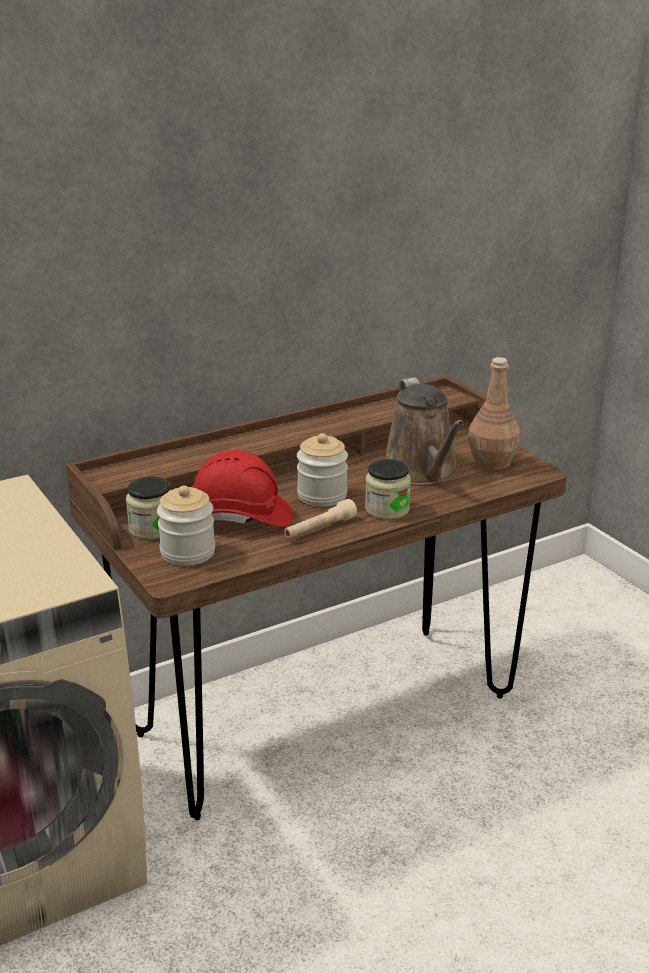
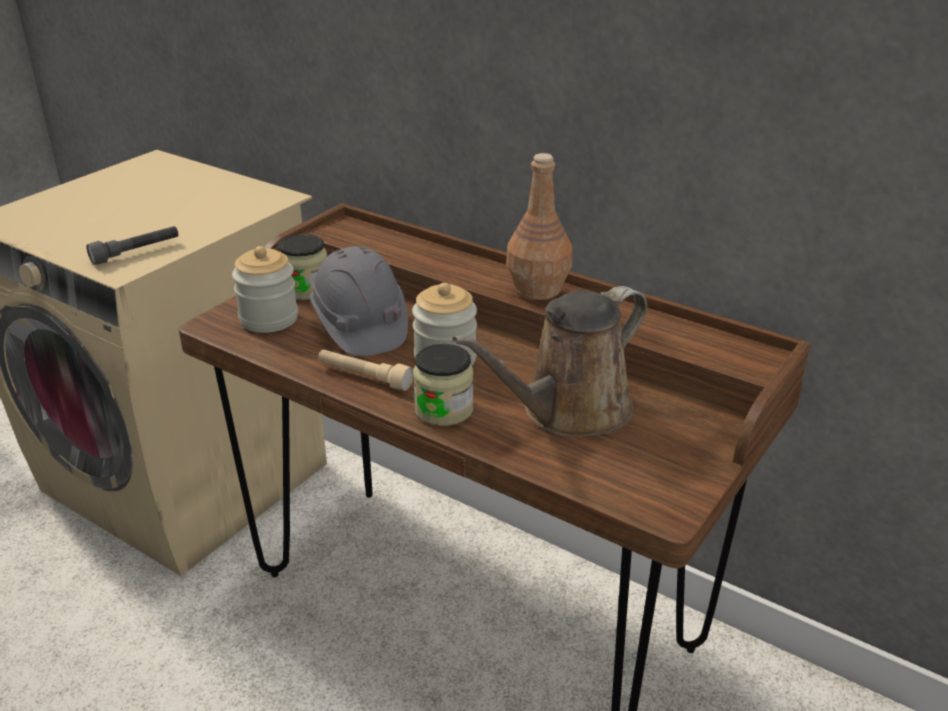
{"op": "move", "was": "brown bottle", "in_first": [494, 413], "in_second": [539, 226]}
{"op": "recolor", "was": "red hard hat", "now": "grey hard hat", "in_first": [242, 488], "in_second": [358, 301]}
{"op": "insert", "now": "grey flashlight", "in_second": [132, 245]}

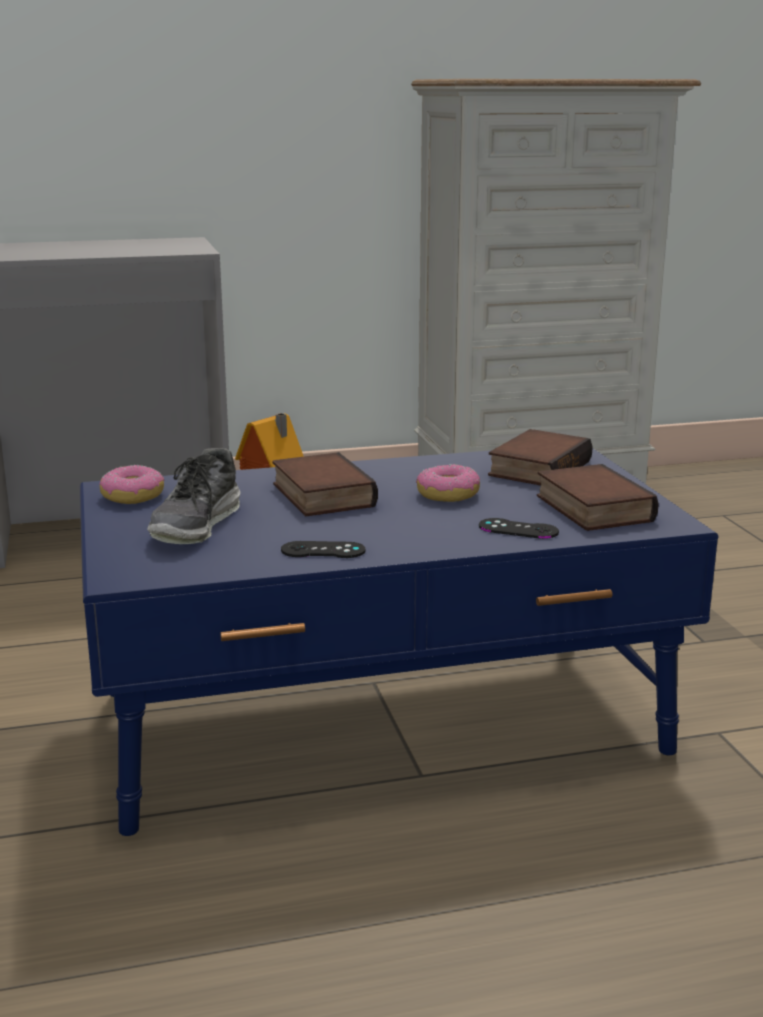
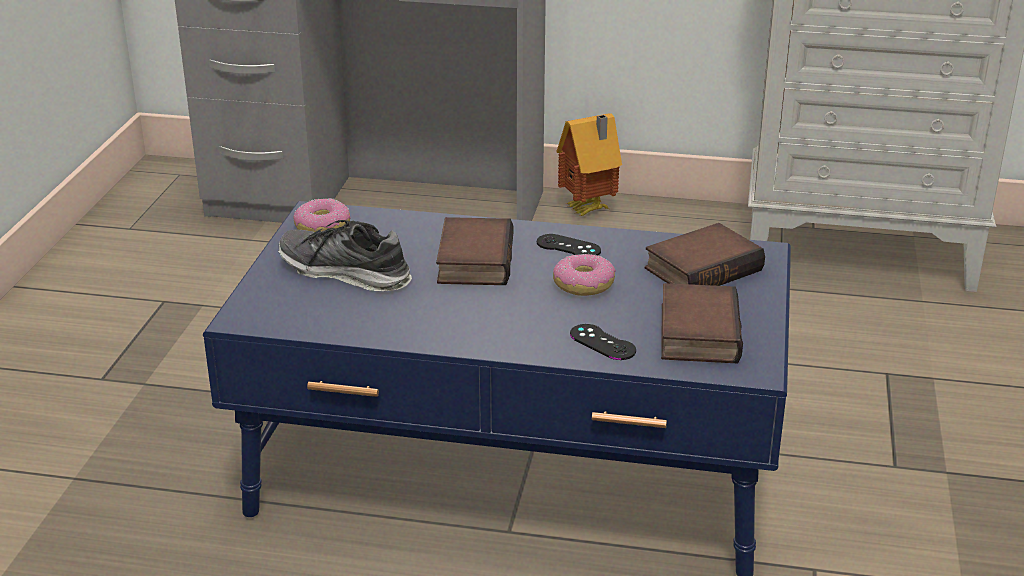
{"op": "rotate", "was": "shoe", "in_first": [194, 496], "in_second": [345, 255], "clockwise": 75}
{"op": "move", "was": "black game controller", "in_first": [323, 549], "in_second": [569, 245]}

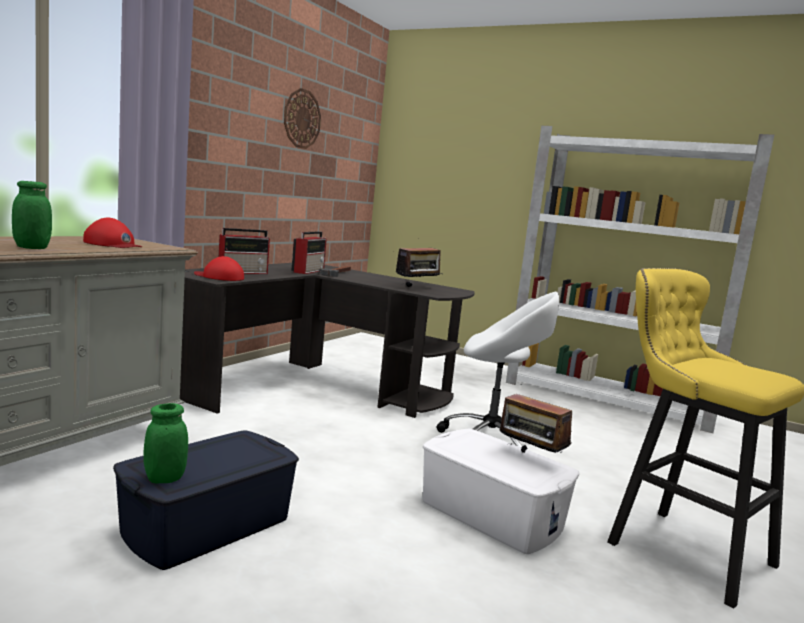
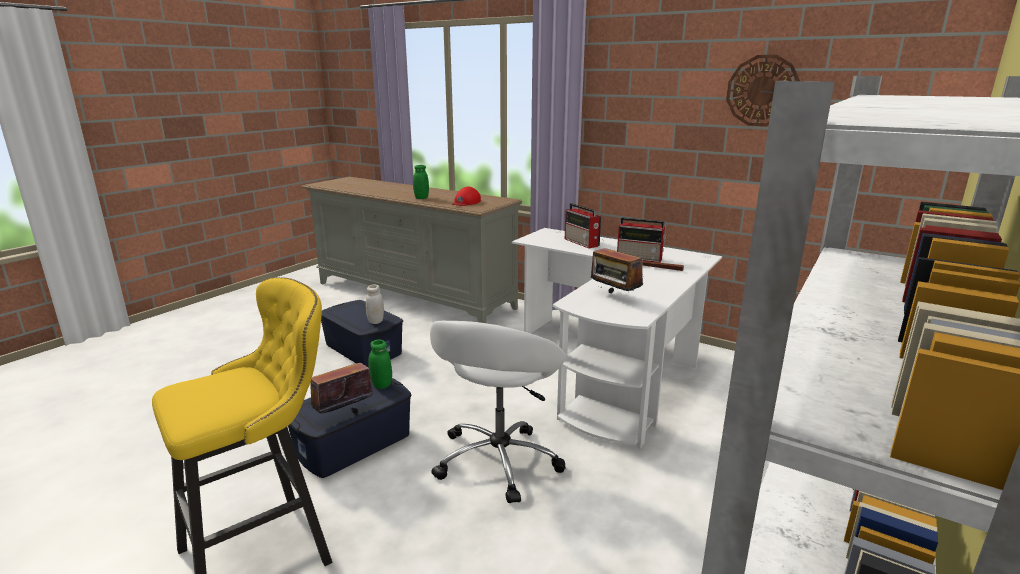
{"op": "delete", "was": "red cap", "in_first": [219, 268]}
{"op": "recolor", "was": "black desk", "now": "white desk", "in_first": [327, 340], "in_second": [617, 338]}
{"op": "move", "was": "green jar", "in_first": [166, 443], "in_second": [380, 364]}
{"op": "recolor", "was": "white storage box", "now": "blue storage box", "in_first": [501, 491], "in_second": [349, 428]}
{"op": "insert", "now": "white jar", "in_second": [375, 304]}

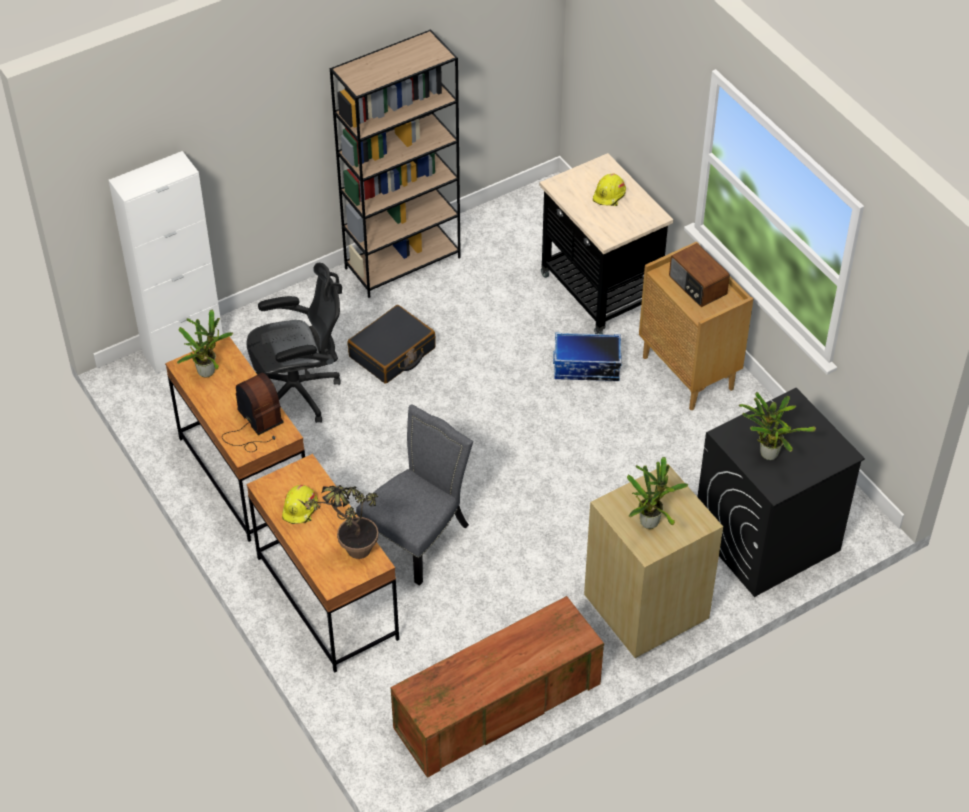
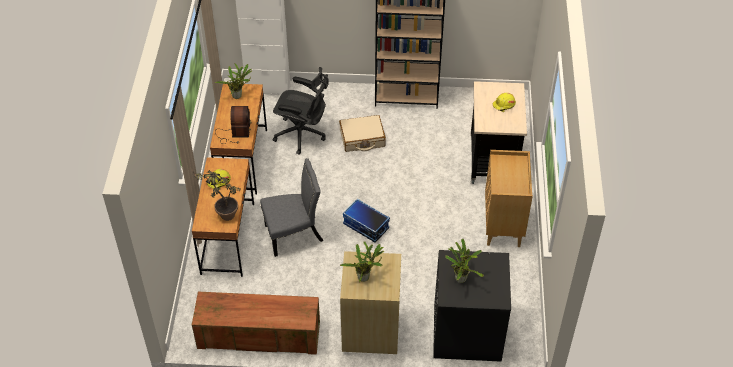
{"op": "delete", "was": "radio", "in_first": [699, 275]}
{"op": "recolor", "was": "black suitcase", "now": "beige suitcase", "in_first": [391, 344], "in_second": [362, 133]}
{"op": "move", "was": "storage box", "in_first": [587, 357], "in_second": [366, 221]}

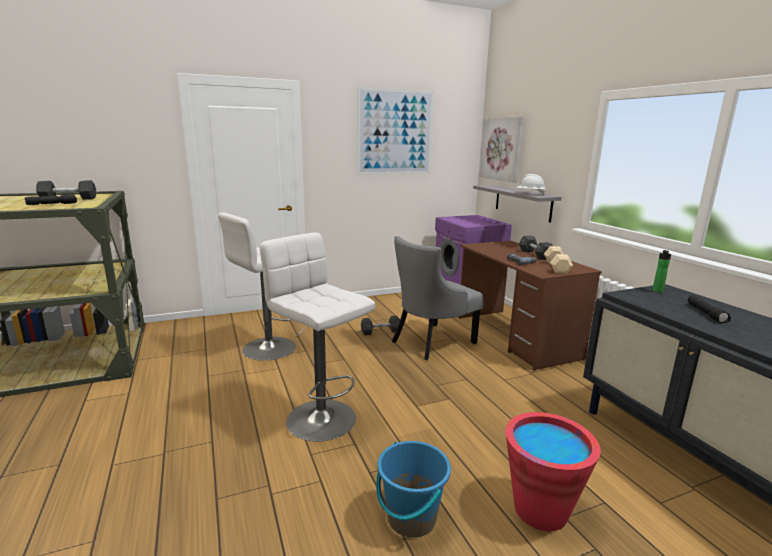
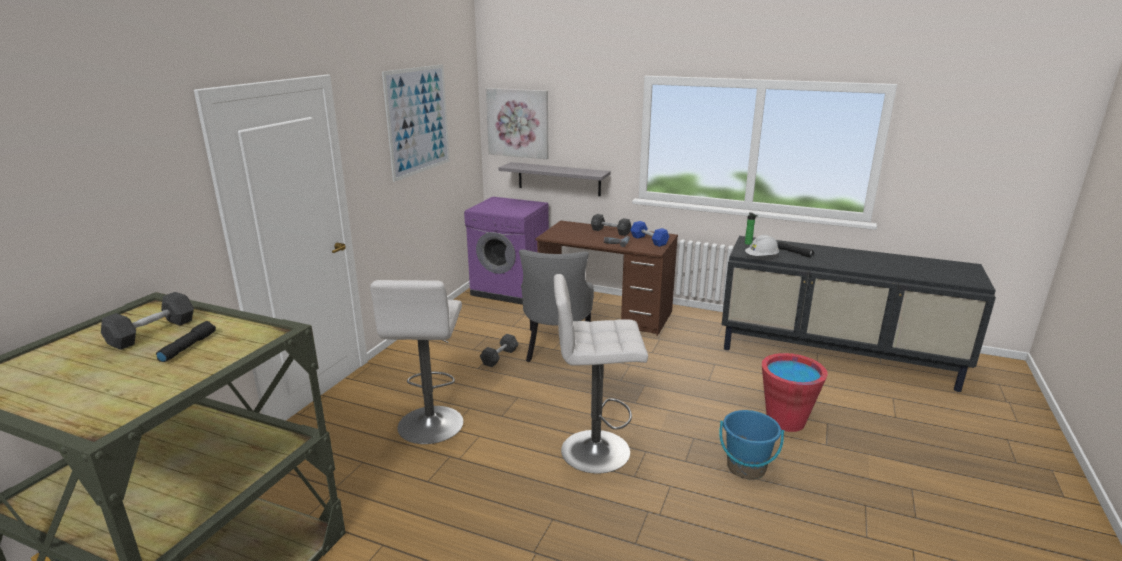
{"op": "move", "was": "white hard hat", "in_first": [531, 184], "in_second": [762, 245]}
{"op": "recolor", "was": "beige dumbbell", "now": "blue dumbbell", "in_first": [558, 260], "in_second": [650, 234]}

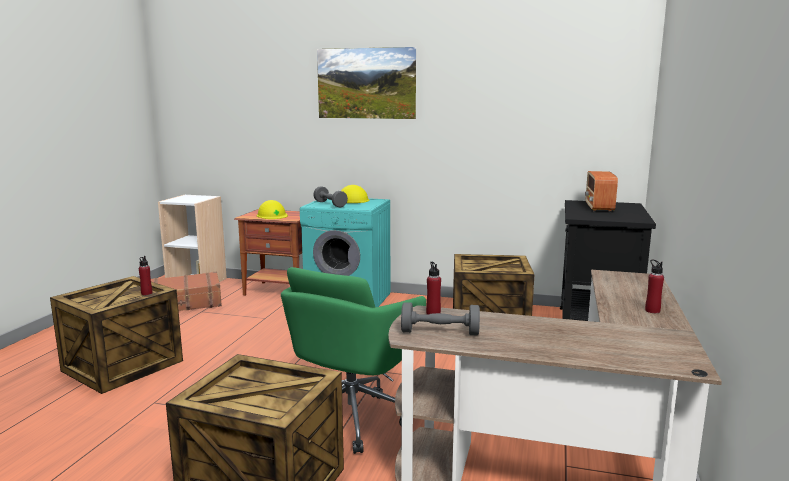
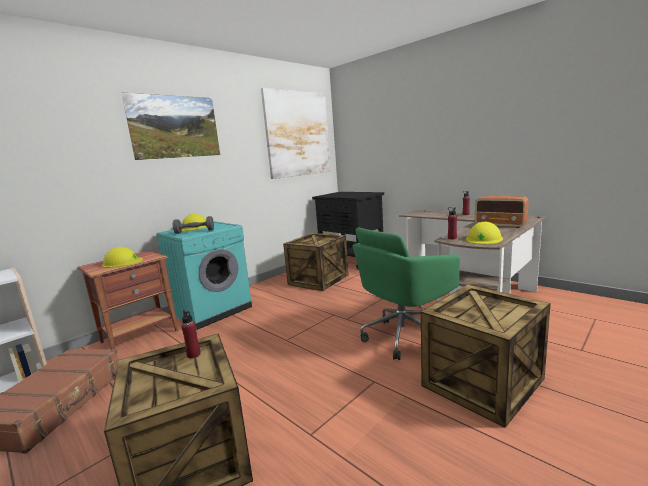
{"op": "move", "was": "radio", "in_first": [601, 191], "in_second": [502, 212]}
{"op": "rotate", "was": "green office chair", "in_first": [353, 360], "in_second": [406, 294], "clockwise": 90}
{"op": "replace", "was": "grey dumbbell", "now": "yellow hard hat", "in_first": [440, 319], "in_second": [484, 233]}
{"op": "insert", "now": "picture", "in_second": [296, 133]}

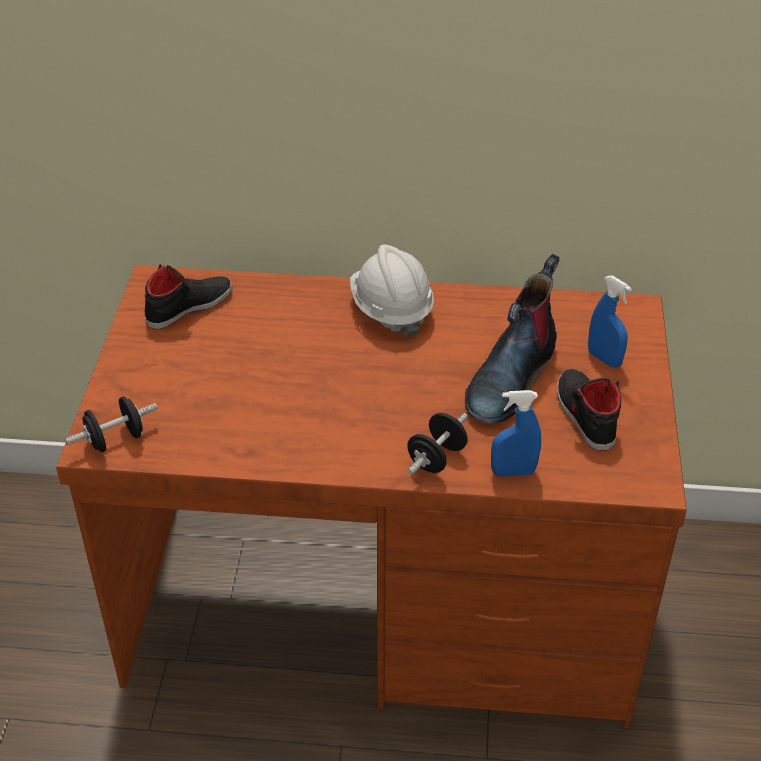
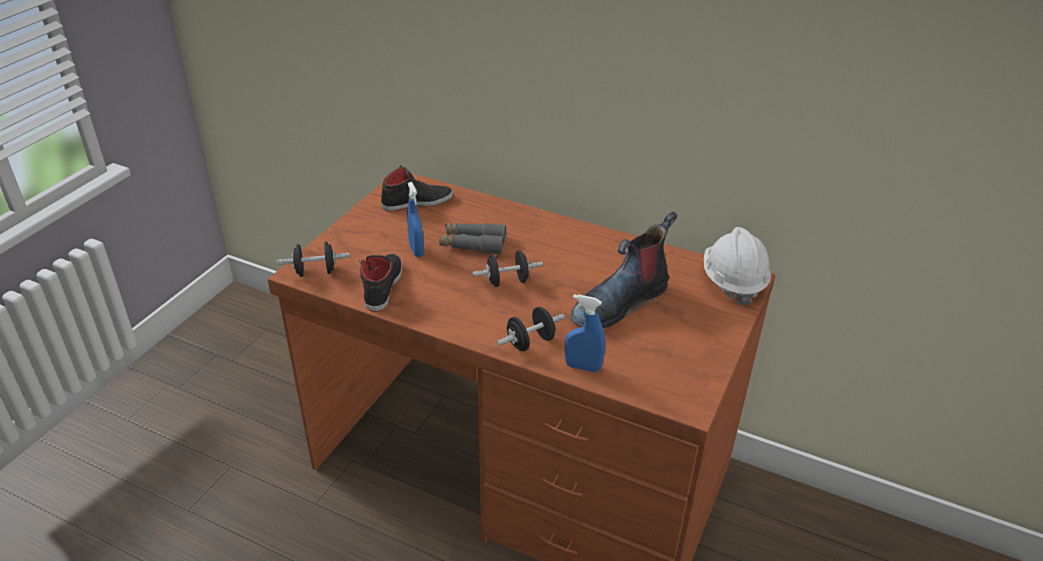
{"op": "move", "was": "white hard hat", "in_first": [392, 290], "in_second": [737, 266]}
{"op": "move", "was": "blue spray bottle", "in_first": [610, 322], "in_second": [415, 219]}
{"op": "move", "was": "black shoe", "in_first": [589, 410], "in_second": [380, 283]}
{"op": "insert", "now": "grey binoculars", "in_second": [472, 239]}
{"op": "insert", "now": "black dumbbell", "in_second": [507, 268]}

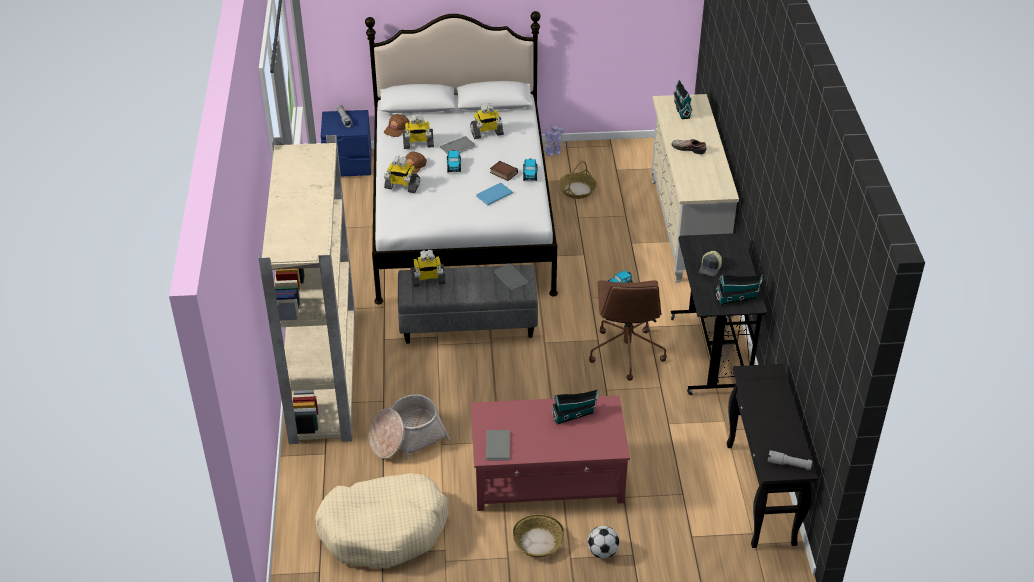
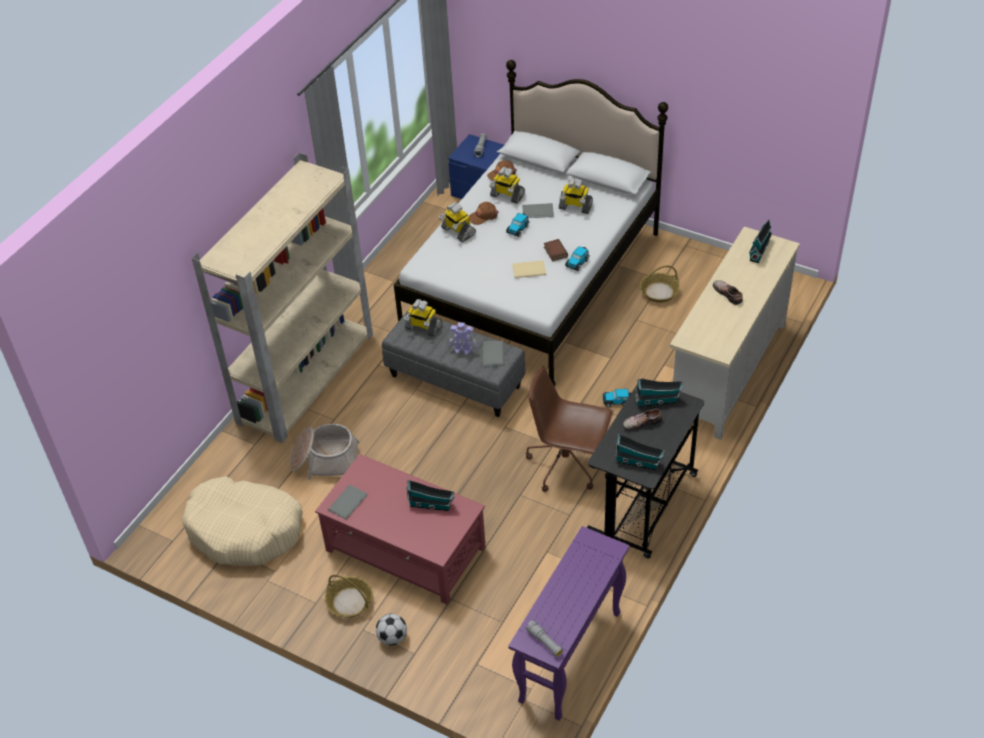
{"op": "move", "was": "toy robot", "in_first": [555, 141], "in_second": [462, 338]}
{"op": "recolor", "was": "blue book", "now": "beige book", "in_first": [494, 194], "in_second": [529, 269]}
{"op": "replace", "was": "cap", "now": "shoe", "in_first": [710, 263], "in_second": [642, 420]}
{"op": "rotate", "was": "brown office chair", "in_first": [628, 330], "in_second": [569, 429], "clockwise": 75}
{"op": "recolor", "was": "black console table", "now": "purple console table", "in_first": [772, 456], "in_second": [569, 623]}
{"op": "insert", "now": "toy house", "in_second": [659, 393]}

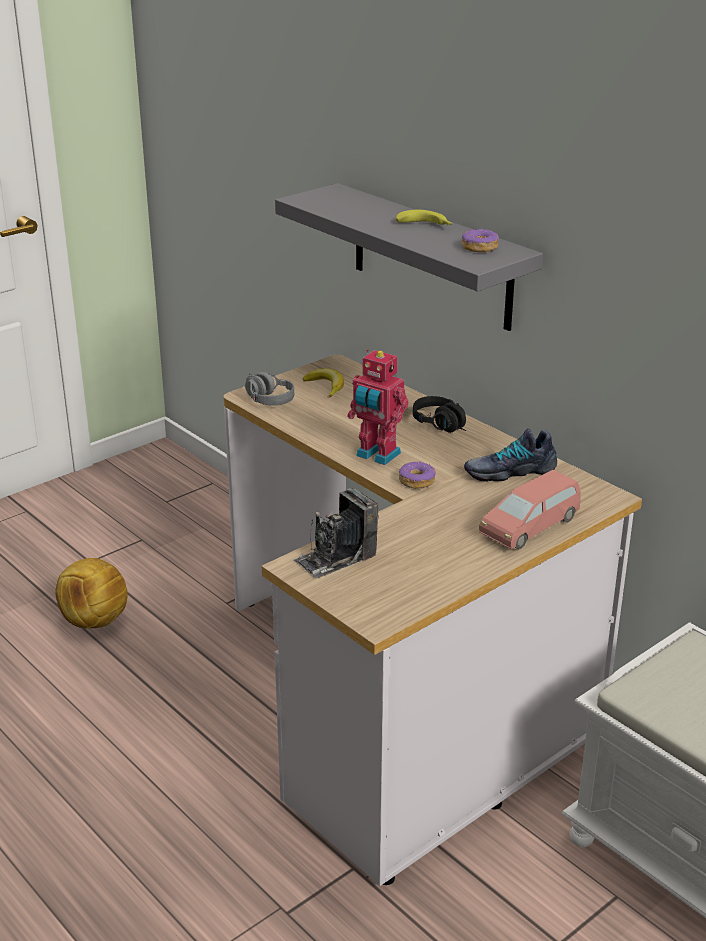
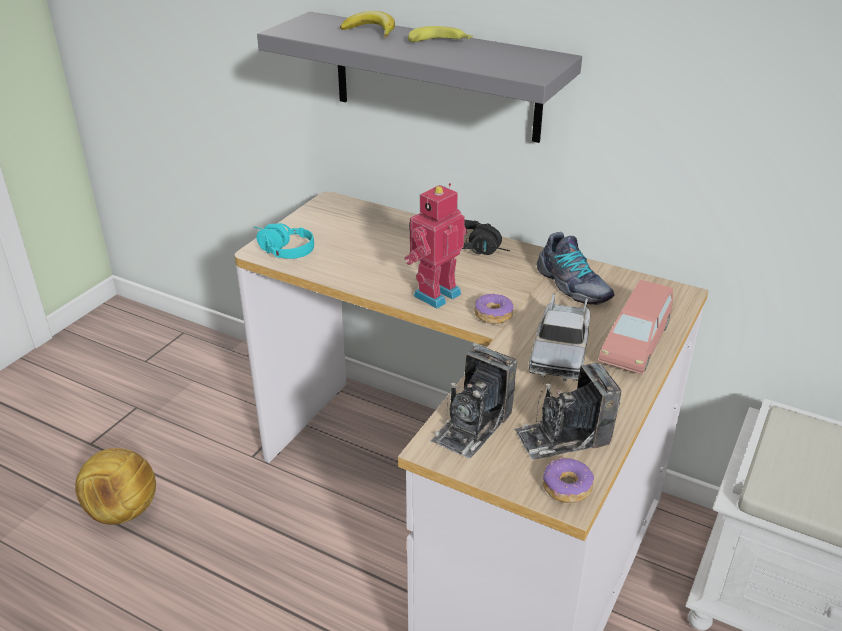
{"op": "move", "was": "donut", "in_first": [480, 240], "in_second": [568, 480]}
{"op": "rotate", "was": "toy robot", "in_first": [378, 407], "in_second": [435, 246], "clockwise": 120}
{"op": "move", "was": "banana", "in_first": [323, 383], "in_second": [367, 24]}
{"op": "recolor", "was": "grey headphones", "now": "turquoise headphones", "in_first": [269, 388], "in_second": [284, 241]}
{"op": "rotate", "was": "shoe", "in_first": [510, 455], "in_second": [575, 268], "clockwise": -90}
{"op": "insert", "now": "toy truck", "in_second": [559, 337]}
{"op": "insert", "now": "photo camera", "in_second": [568, 411]}

